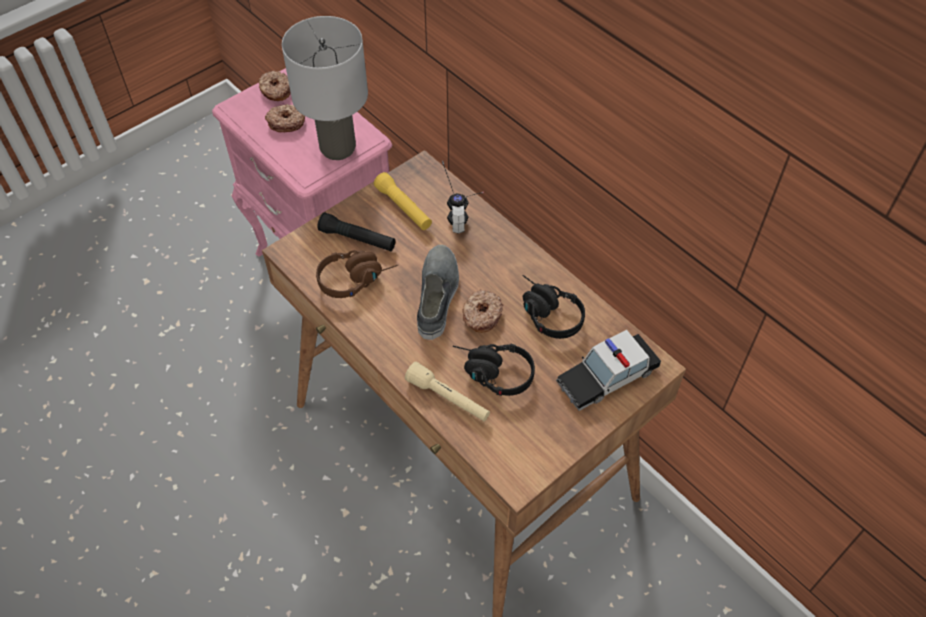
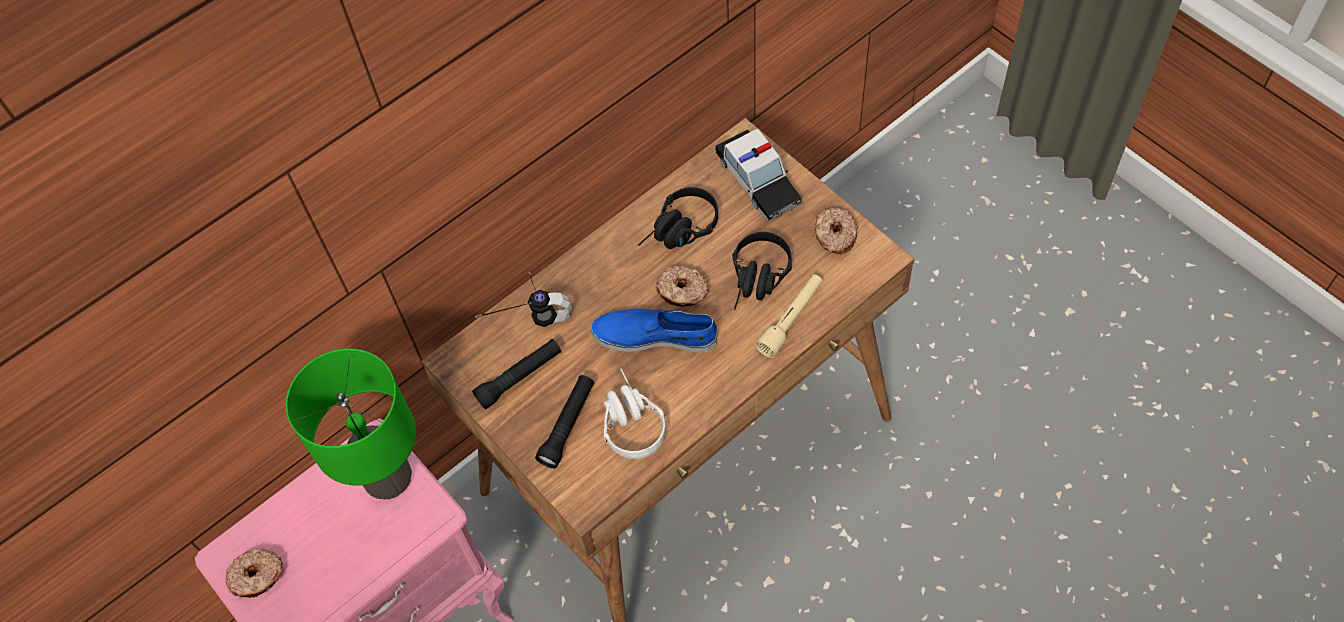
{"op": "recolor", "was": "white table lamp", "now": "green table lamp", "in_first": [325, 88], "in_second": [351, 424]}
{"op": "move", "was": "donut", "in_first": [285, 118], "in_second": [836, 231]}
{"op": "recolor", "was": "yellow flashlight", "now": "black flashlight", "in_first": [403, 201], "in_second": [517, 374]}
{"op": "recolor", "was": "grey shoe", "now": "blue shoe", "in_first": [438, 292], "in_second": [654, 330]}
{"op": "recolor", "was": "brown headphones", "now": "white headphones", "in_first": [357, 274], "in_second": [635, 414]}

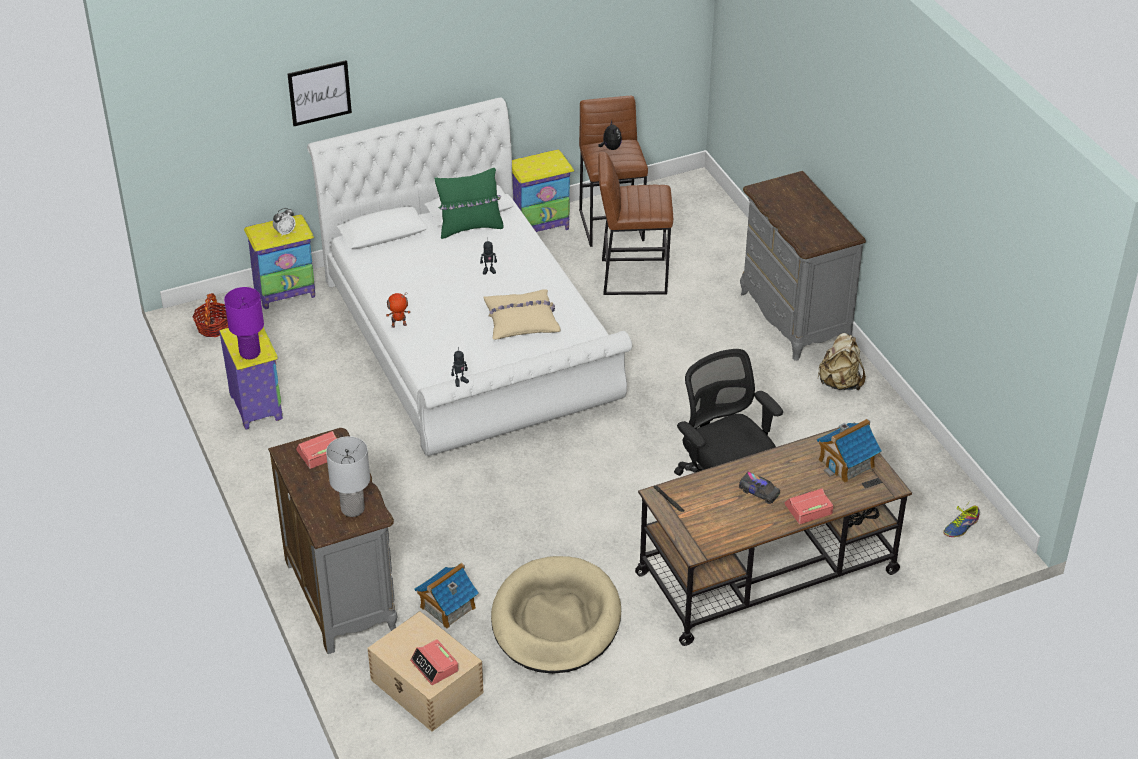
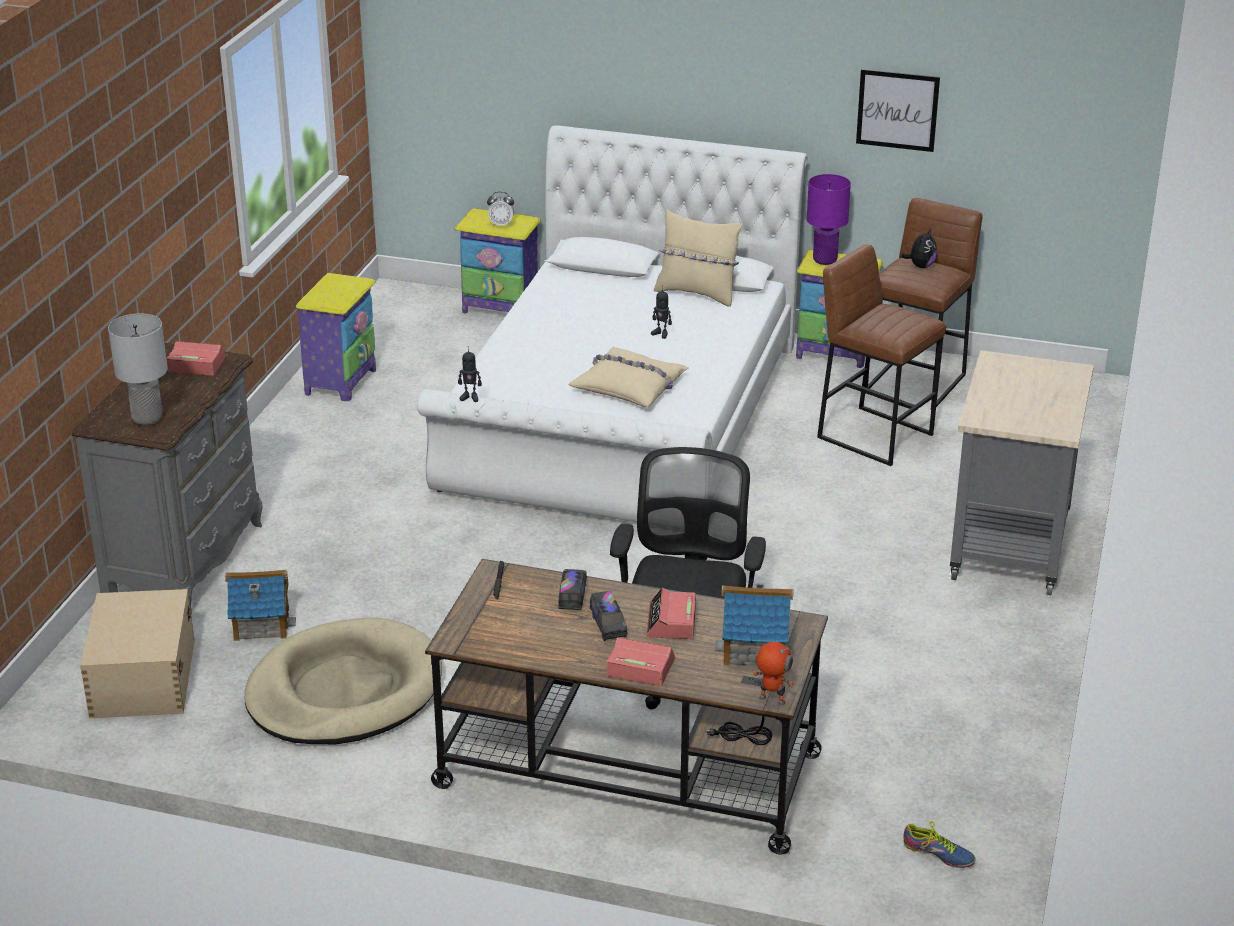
{"op": "move", "was": "picture", "in_first": [320, 93], "in_second": [898, 110]}
{"op": "recolor", "was": "green pillow", "now": "beige pillow", "in_first": [469, 203], "in_second": [698, 258]}
{"op": "replace", "was": "grey dresser", "now": "grey cart", "in_first": [803, 266], "in_second": [1021, 472]}
{"op": "move", "was": "purple table lamp", "in_first": [244, 323], "in_second": [829, 219]}
{"op": "move", "was": "toy robot", "in_first": [398, 310], "in_second": [773, 673]}
{"op": "delete", "was": "basket", "in_first": [210, 315]}
{"op": "delete", "was": "beige backpack", "in_first": [841, 361]}
{"op": "rotate", "was": "shoe", "in_first": [961, 519], "in_second": [939, 844], "clockwise": -150}
{"op": "move", "was": "alarm clock", "in_first": [434, 662], "in_second": [671, 613]}
{"op": "insert", "now": "toy truck", "in_second": [572, 589]}

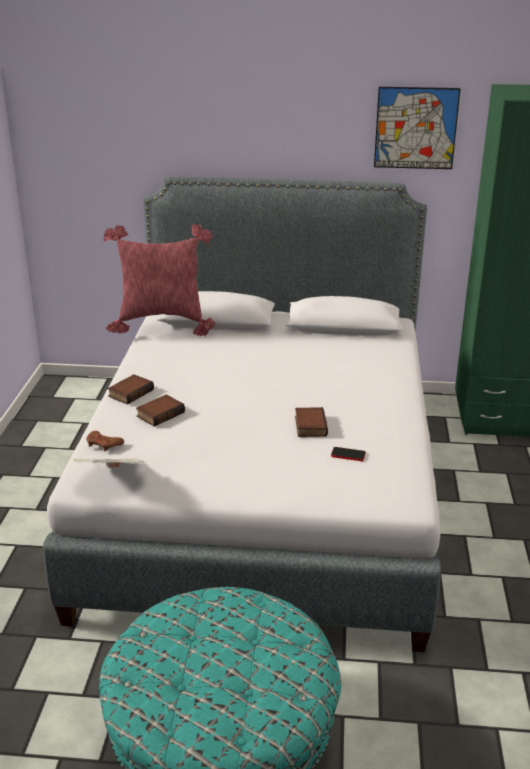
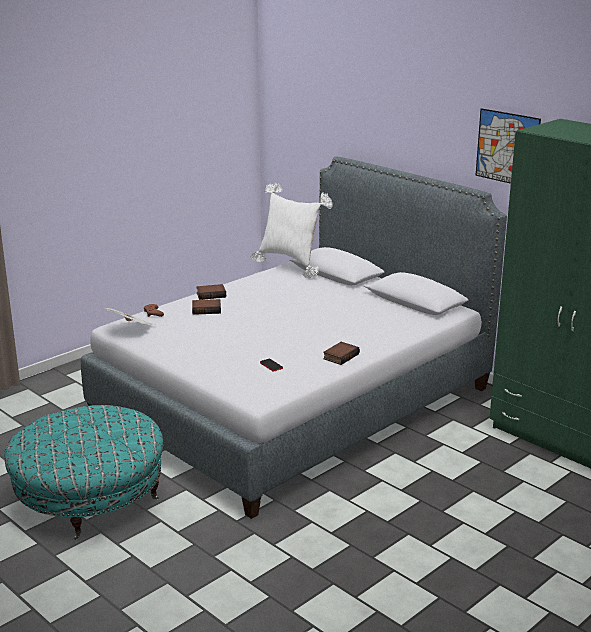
{"op": "recolor", "was": "red pillow", "now": "white pillow", "in_first": [159, 280], "in_second": [291, 231]}
{"op": "move", "was": "book", "in_first": [311, 422], "in_second": [341, 353]}

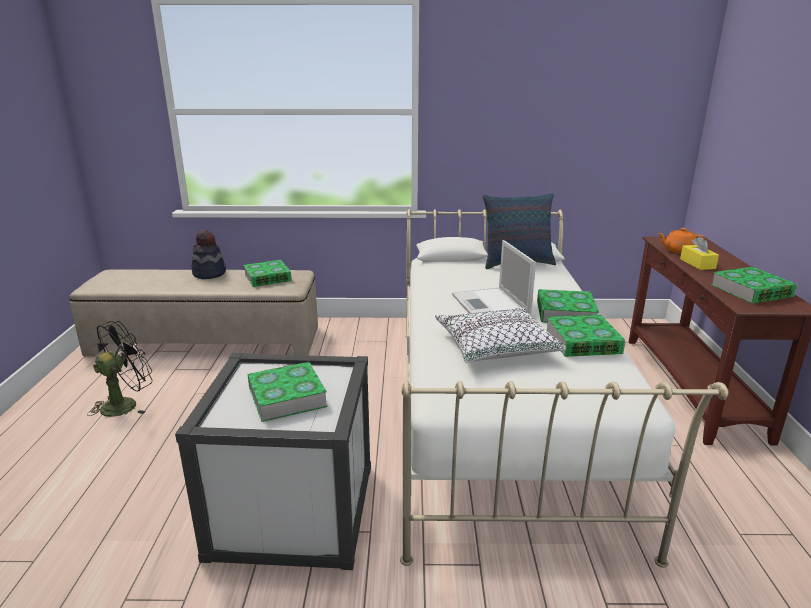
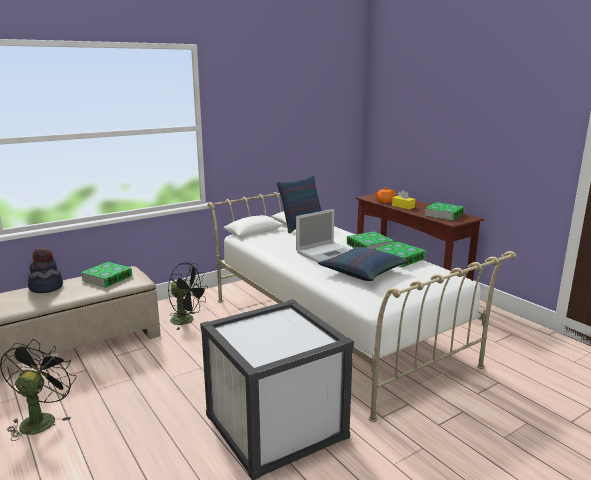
{"op": "rotate", "was": "laptop", "in_first": [494, 277], "in_second": [323, 236], "clockwise": -75}
{"op": "recolor", "was": "white pillow", "now": "blue pillow", "in_first": [501, 335], "in_second": [363, 264]}
{"op": "delete", "was": "book", "in_first": [288, 392]}
{"op": "insert", "now": "black fan", "in_second": [188, 296]}

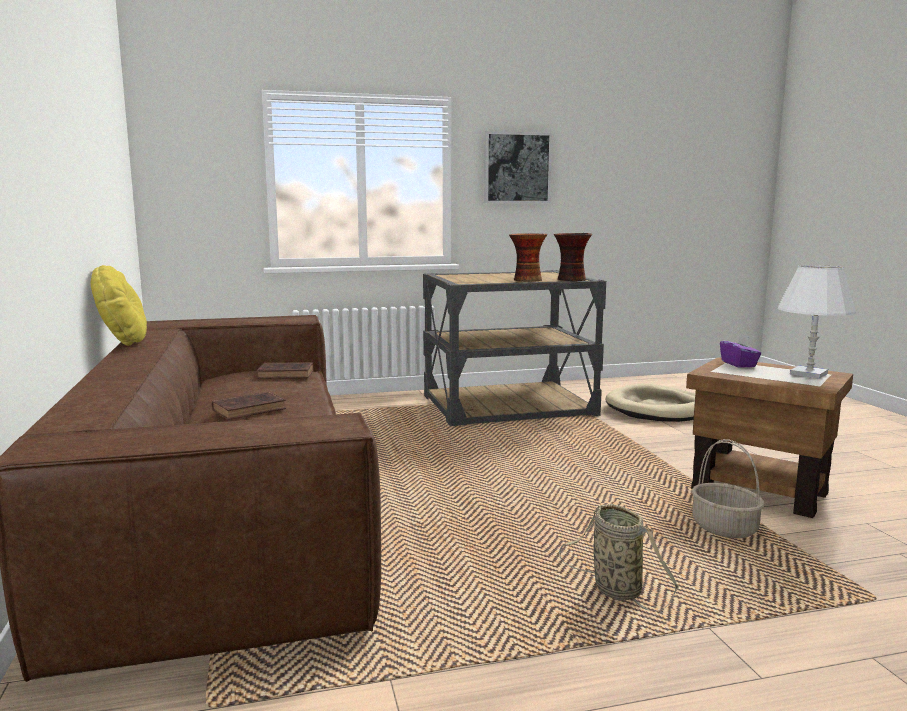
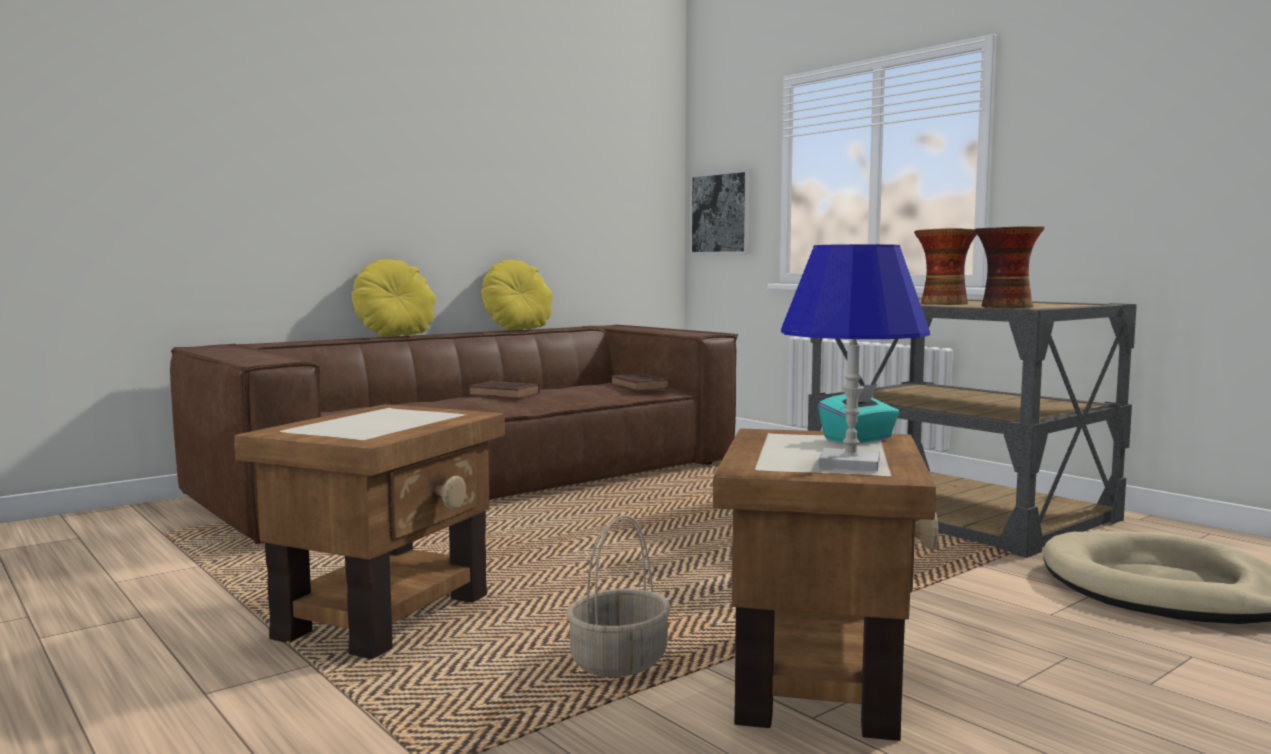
{"op": "move", "was": "picture", "in_first": [518, 167], "in_second": [720, 212]}
{"op": "recolor", "was": "white table lamp", "now": "blue table lamp", "in_first": [817, 322], "in_second": [855, 357]}
{"op": "recolor", "was": "purple tissue box", "now": "turquoise tissue box", "in_first": [740, 351], "in_second": [859, 414]}
{"op": "replace", "was": "basket", "now": "brown side table", "in_first": [619, 558], "in_second": [369, 531]}
{"op": "insert", "now": "yellow pillow", "in_second": [393, 298]}

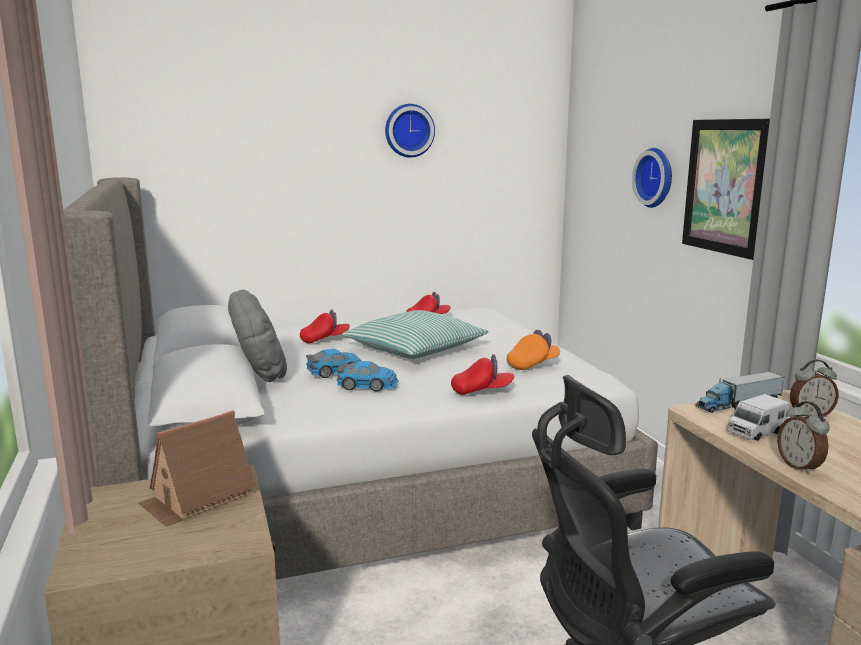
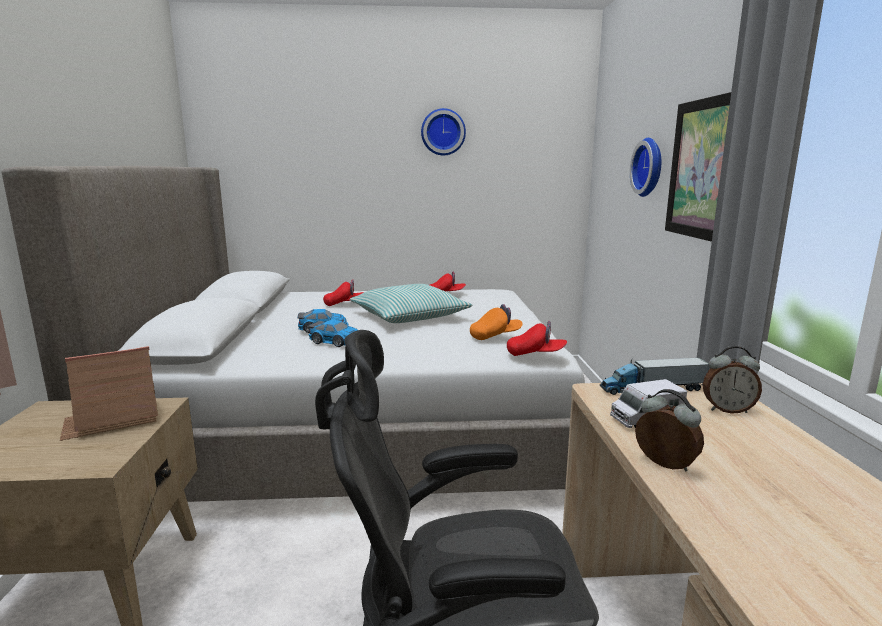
{"op": "delete", "was": "grey pillow", "in_first": [257, 335]}
{"op": "move", "was": "red cap", "in_first": [482, 374], "in_second": [537, 338]}
{"op": "rotate", "was": "alarm clock", "in_first": [803, 438], "in_second": [669, 430], "clockwise": 135}

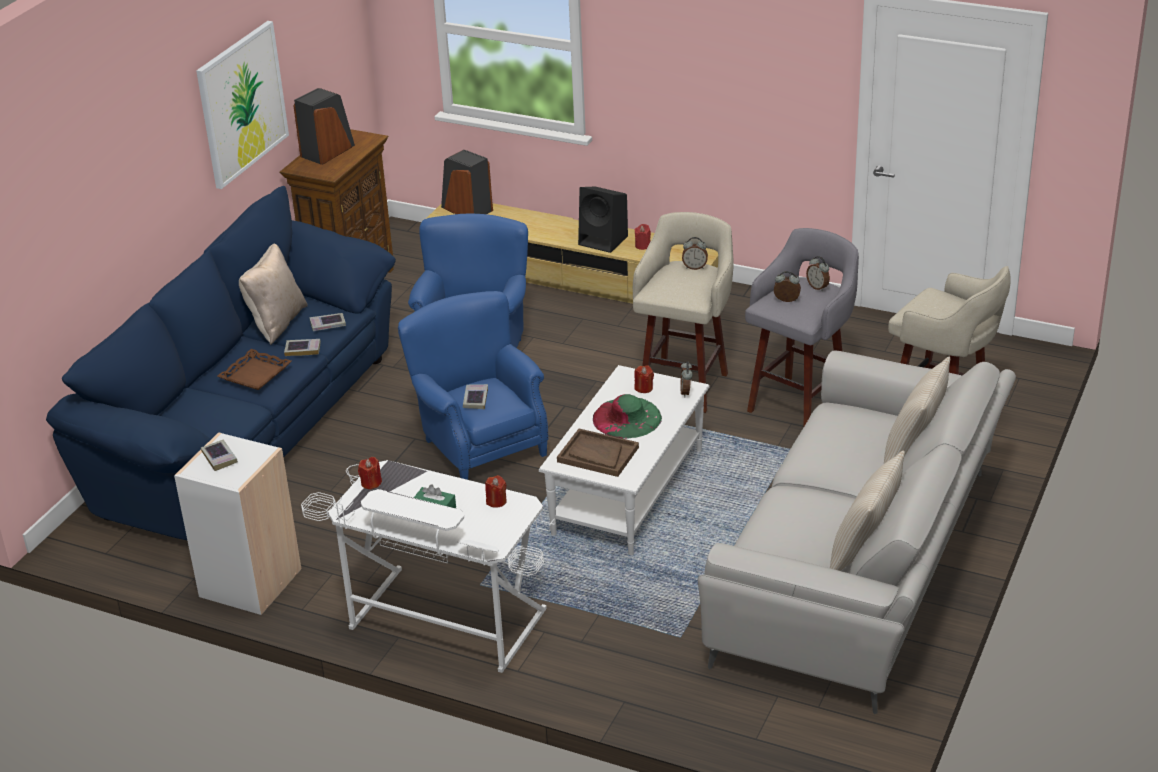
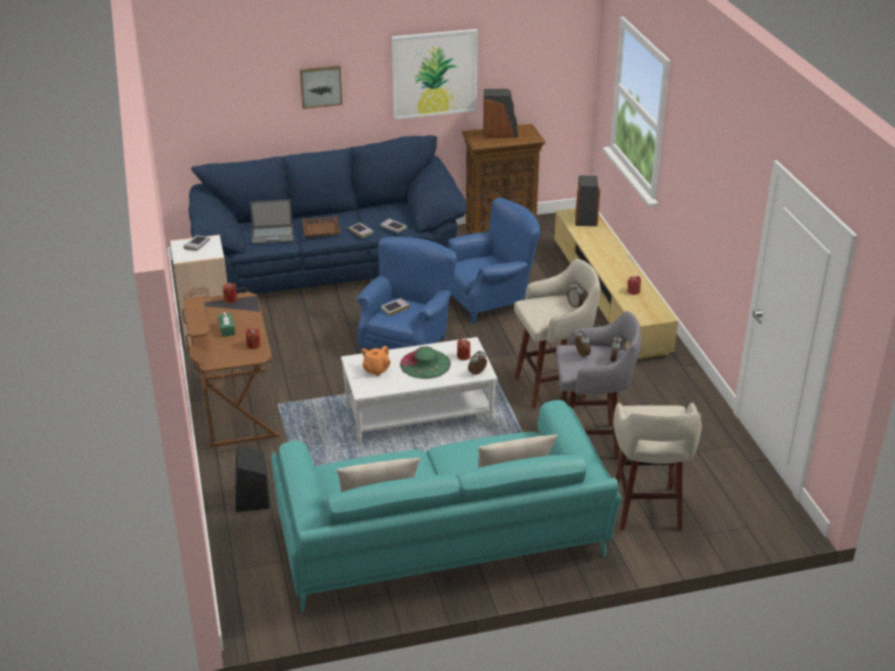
{"op": "move", "was": "black speaker", "in_first": [603, 220], "in_second": [252, 479]}
{"op": "delete", "was": "beige pillow", "in_first": [273, 294]}
{"op": "recolor", "was": "grey sofa", "now": "turquoise sofa", "in_first": [857, 532], "in_second": [446, 506]}
{"op": "replace", "was": "brown tray", "now": "orange teapot", "in_first": [598, 453], "in_second": [376, 361]}
{"op": "recolor", "was": "white desk", "now": "brown desk", "in_first": [428, 566], "in_second": [231, 367]}
{"op": "insert", "now": "picture", "in_second": [321, 87]}
{"op": "insert", "now": "laptop", "in_second": [271, 221]}

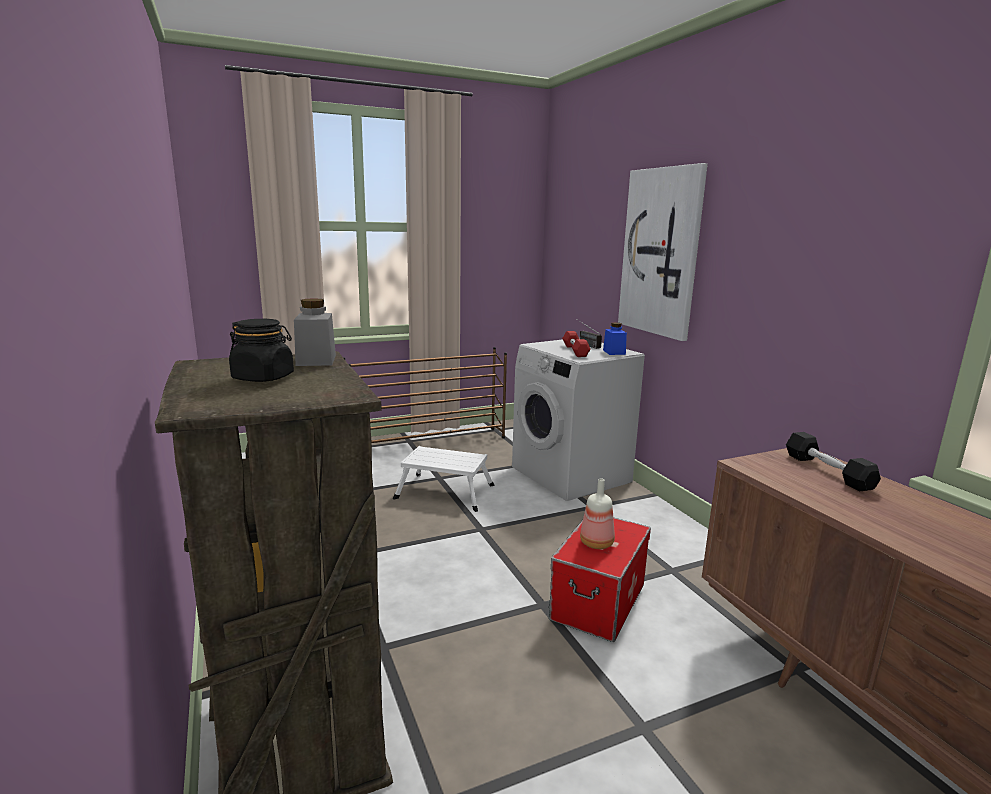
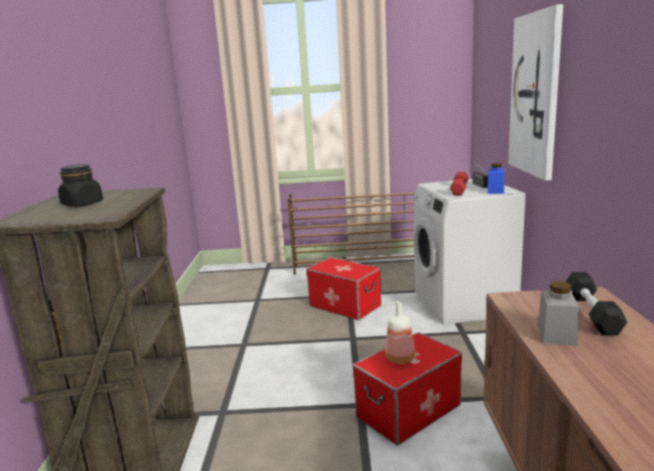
{"op": "move", "was": "grey jar", "in_first": [315, 332], "in_second": [558, 313]}
{"op": "replace", "was": "white step ladder", "now": "storage box", "in_first": [444, 479], "in_second": [343, 288]}

